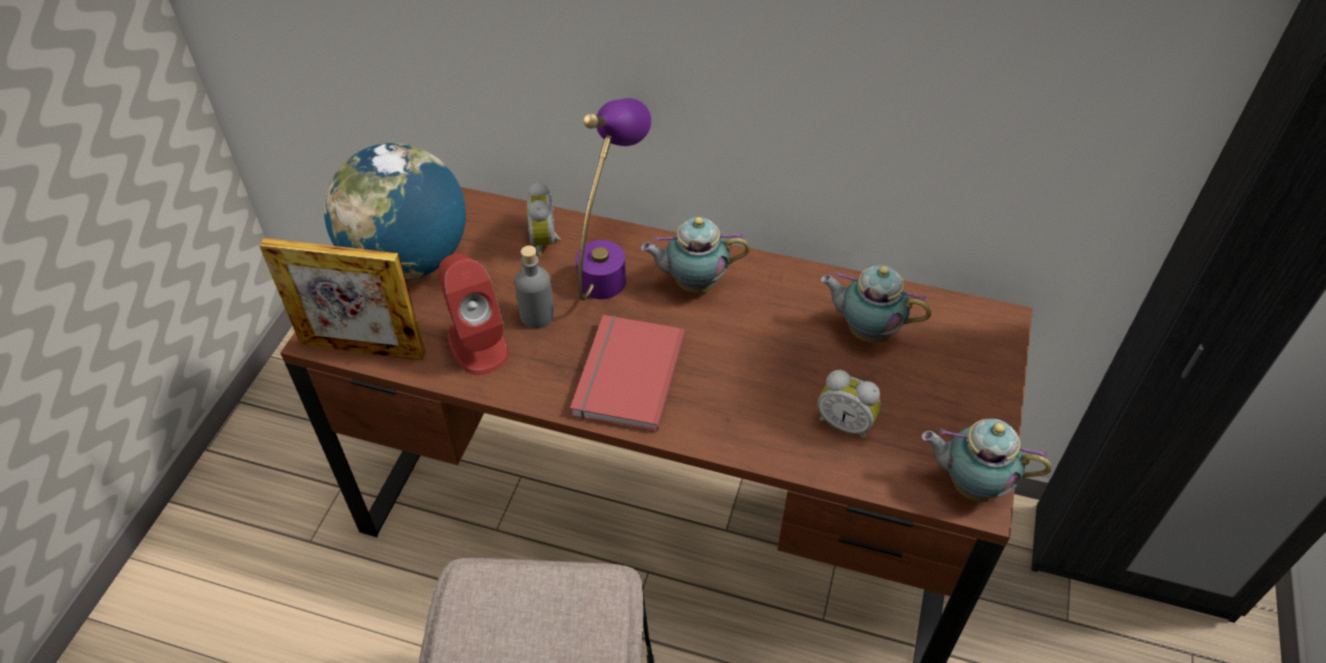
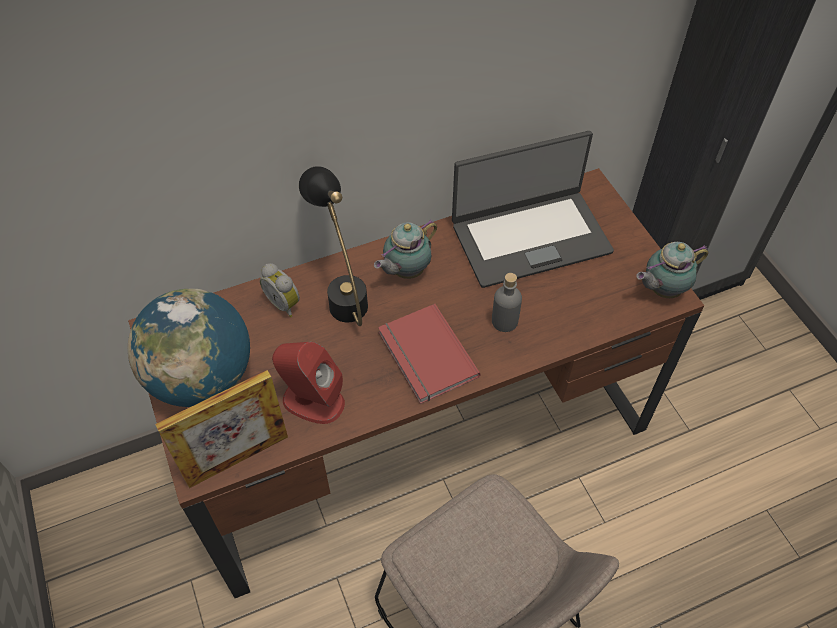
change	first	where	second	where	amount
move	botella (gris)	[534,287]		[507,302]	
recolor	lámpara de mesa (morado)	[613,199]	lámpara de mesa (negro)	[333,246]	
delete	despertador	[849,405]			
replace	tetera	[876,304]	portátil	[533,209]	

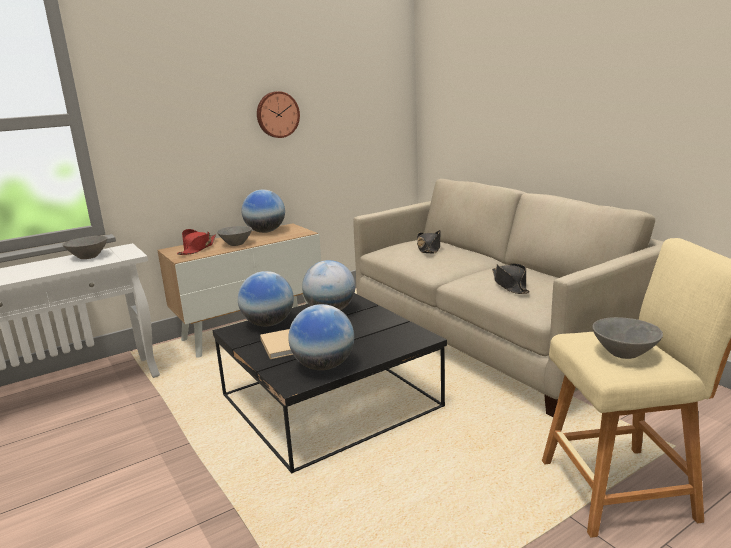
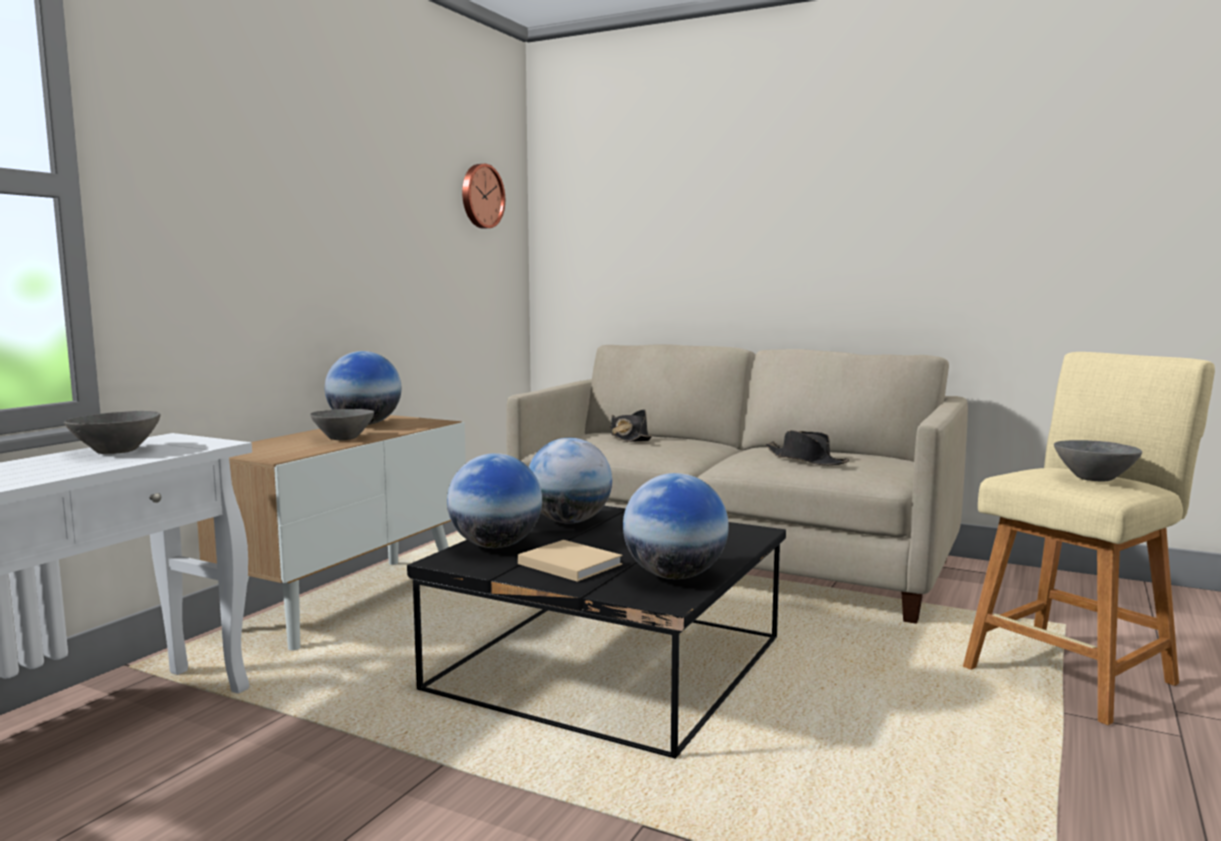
change	first	where	second	where	amount
delete	sombrero (rojo)	[196,242]			
move	reloj de pared	[278,114]		[483,196]	

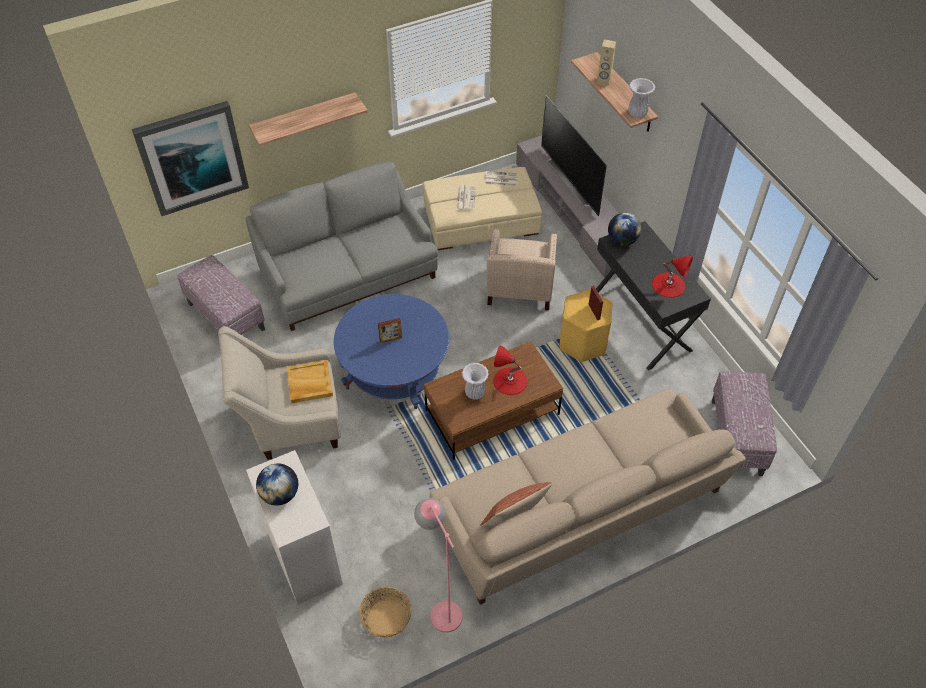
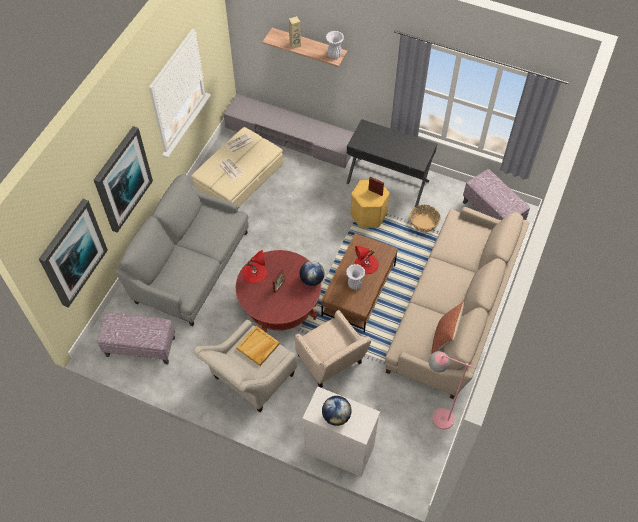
change	first	where	second	where	amount
replace	estante	[308,119]	cuadro	[123,179]	
recolor	mesa de centro (azul)	[391,351]	mesa de centro (rojo)	[278,291]	
move	cesta	[385,612]		[425,218]	
move	sillón (beis)	[522,269]		[333,349]	
delete	televisor	[574,155]			
move	globo terráqueo	[624,229]		[312,273]	
move	lámpara de mesa (rojo)	[672,277]		[255,267]	

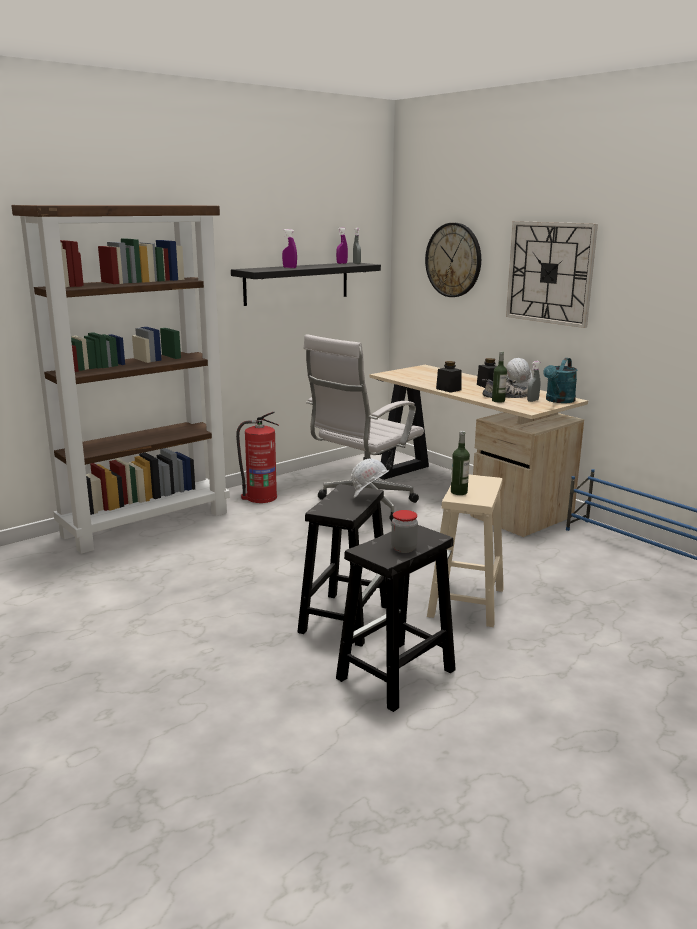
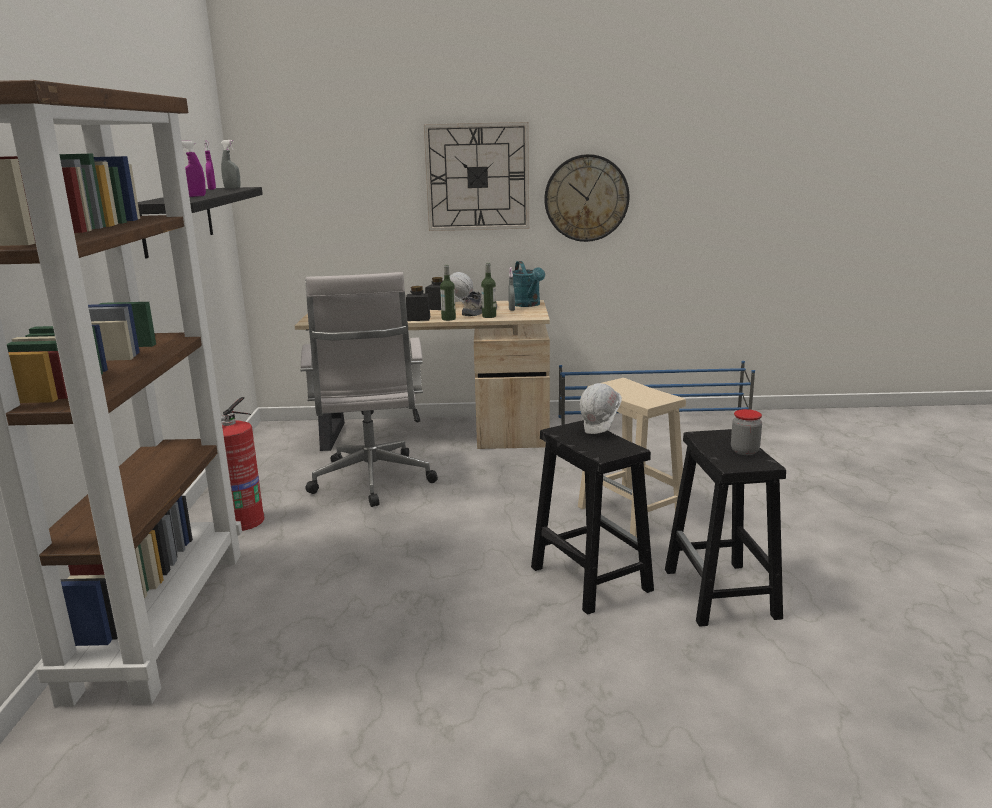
change	first	where	second	where	amount
move	reloj de pared	[453,260]		[587,198]	
move	botella	[460,463]		[448,293]	

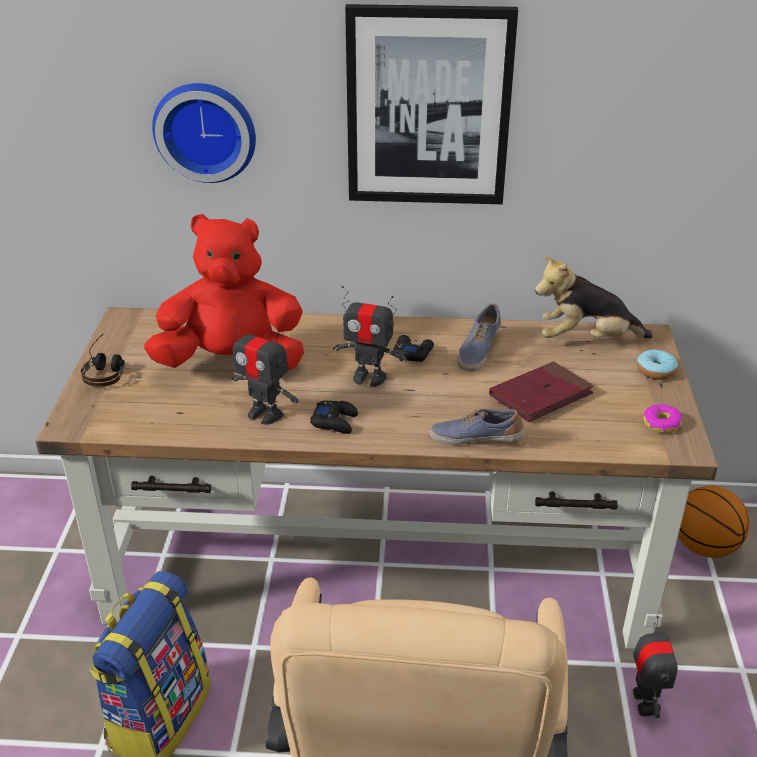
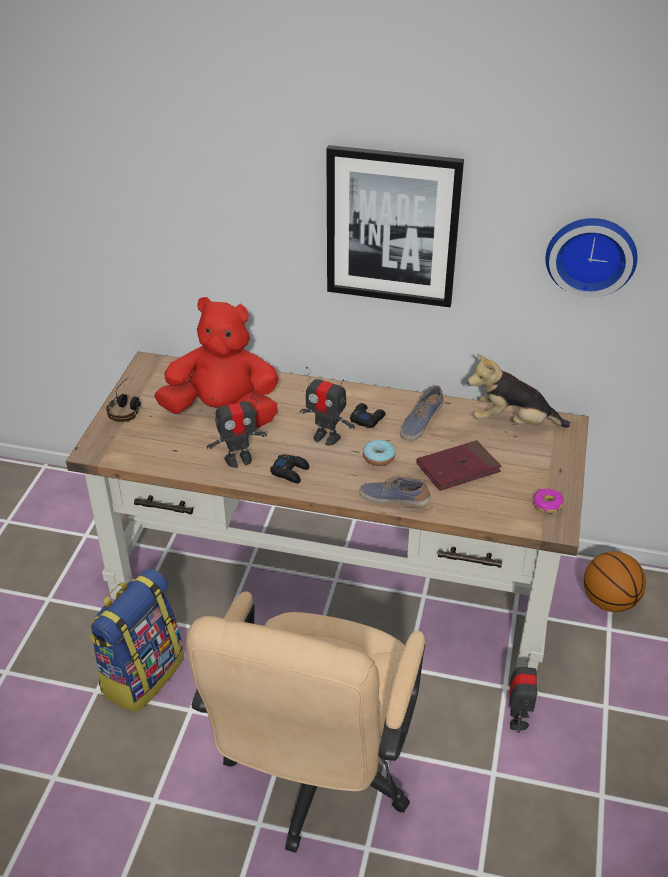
change	first	where	second	where	amount
move	reloj de pared	[204,133]		[592,258]	
rotate	robot de juguete	[265,370]		[237,429]	60 degrees counterclockwise
move	rosquilla	[657,364]		[379,452]	

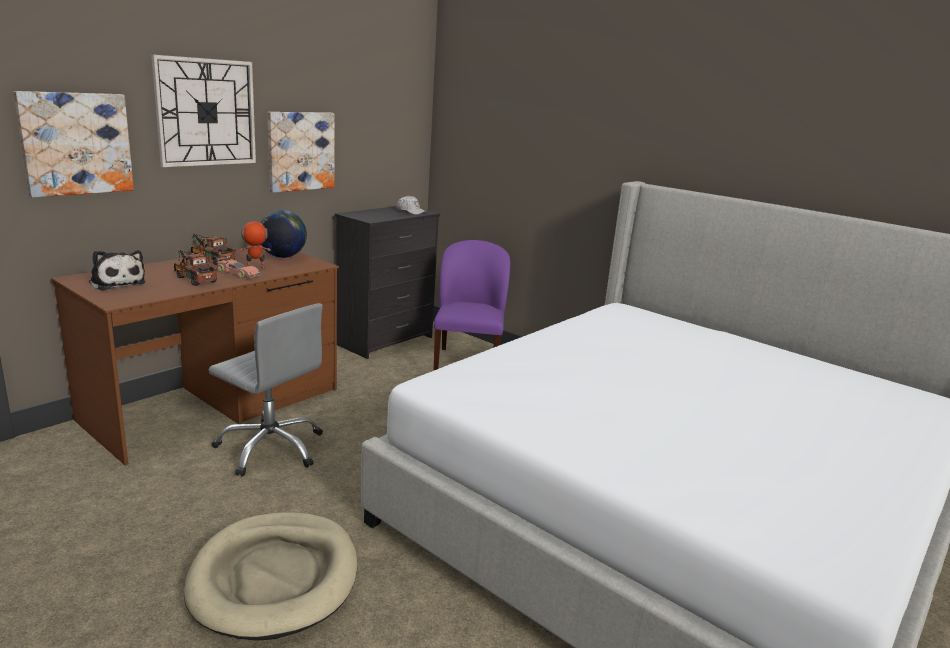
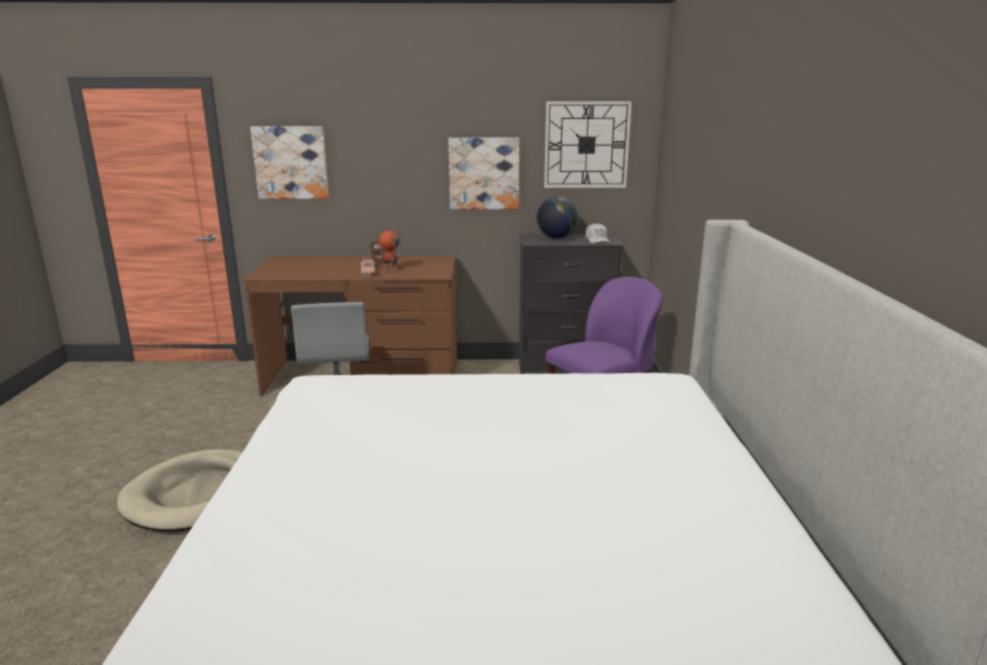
change	first	where	second	where	amount
delete	peluche	[117,270]			
move	reloj de pared	[203,110]		[588,144]	
delete	camión de juguete	[196,267]			
move	globo terráqueo	[283,234]		[557,218]	

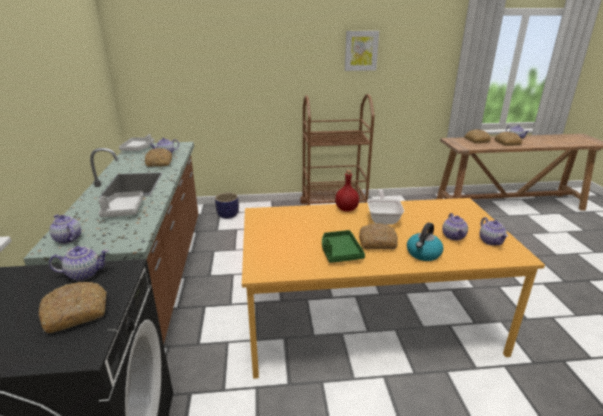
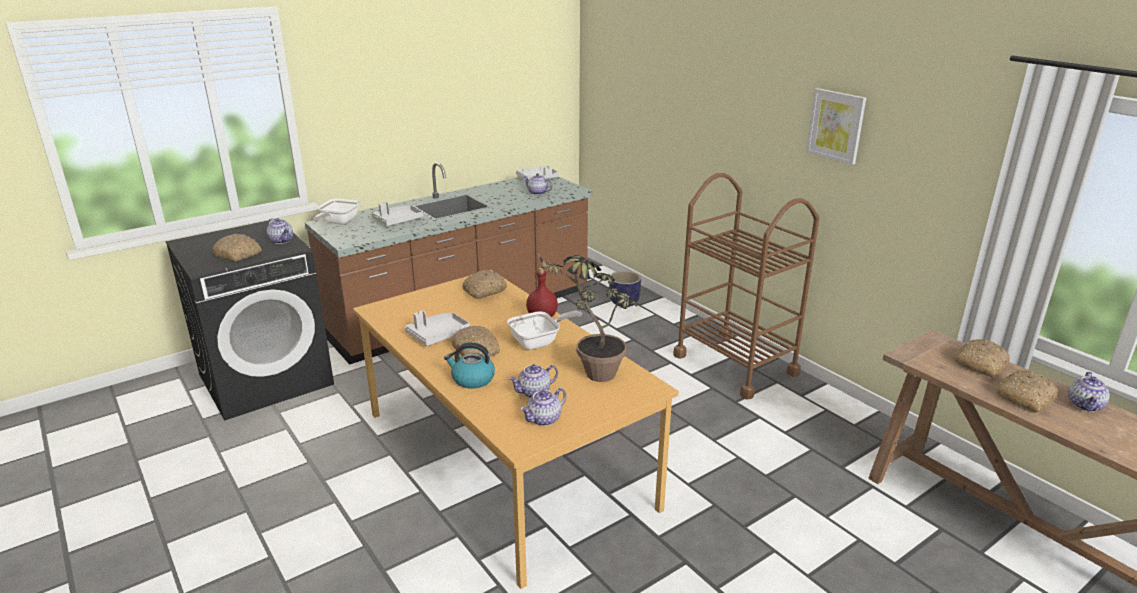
change	first	where	second	where	amount
replace	tetera	[65,229]	sartén	[337,211]	
move	pan	[158,157]		[484,284]	
recolor	bandeja (verde)	[343,246]	bandeja (gris)	[438,328]	
insert			planta en maceta	[588,317]	

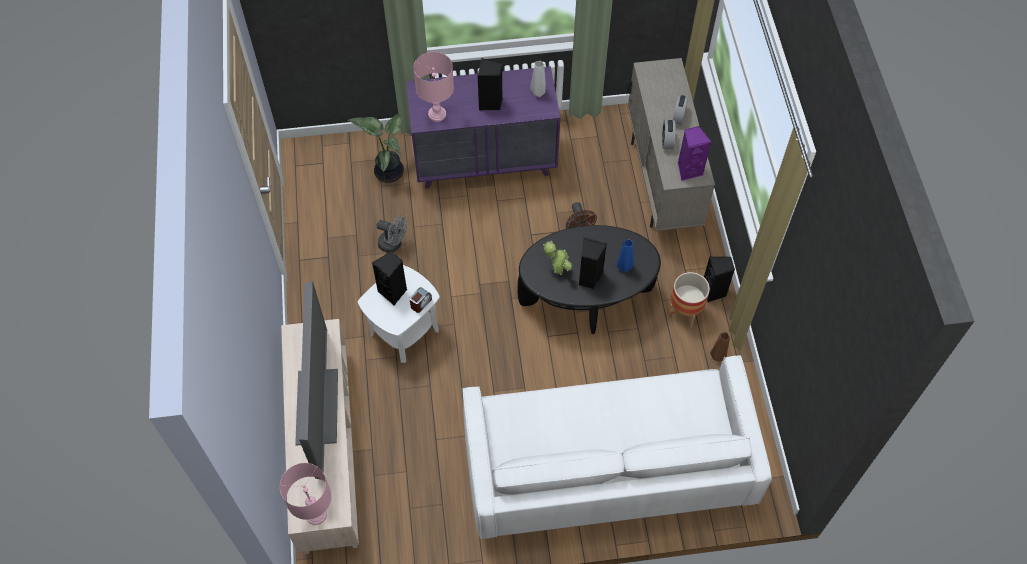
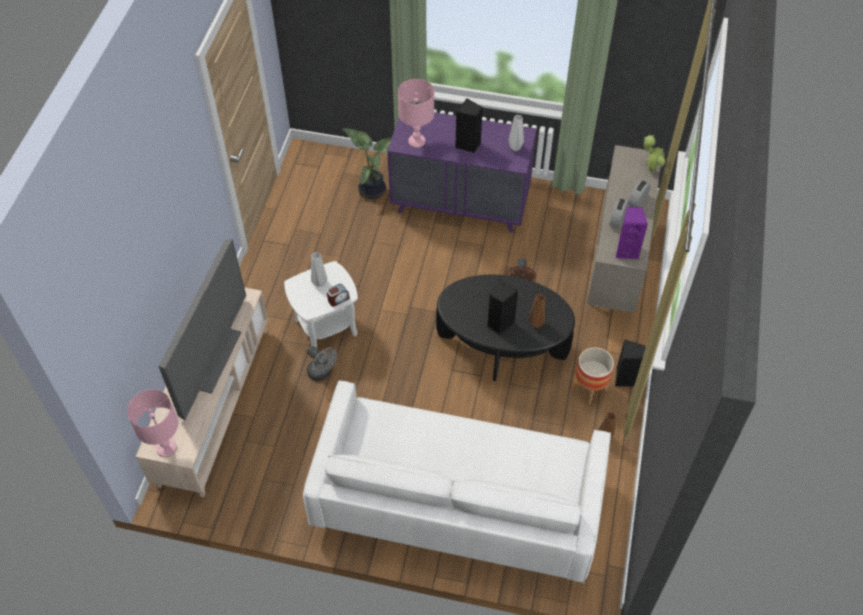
change	first	where	second	where	amount
replace	altavoz (negro)	[389,278]	florero (gris)	[319,269]	
move	ventilador (gris)	[392,234]		[322,363]	
move	planta en maceta	[557,258]		[654,153]	
recolor	florero (azul)	[625,255]	florero (marrón)	[537,311]	

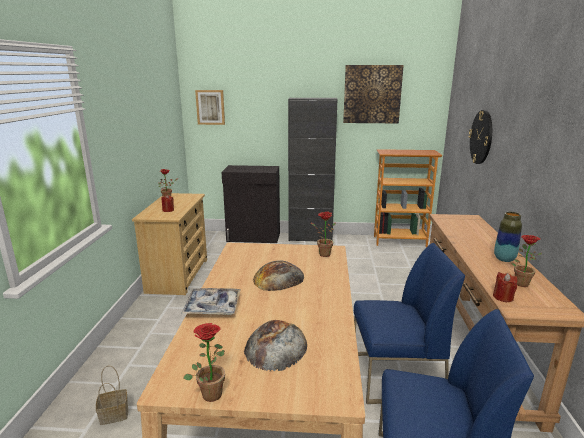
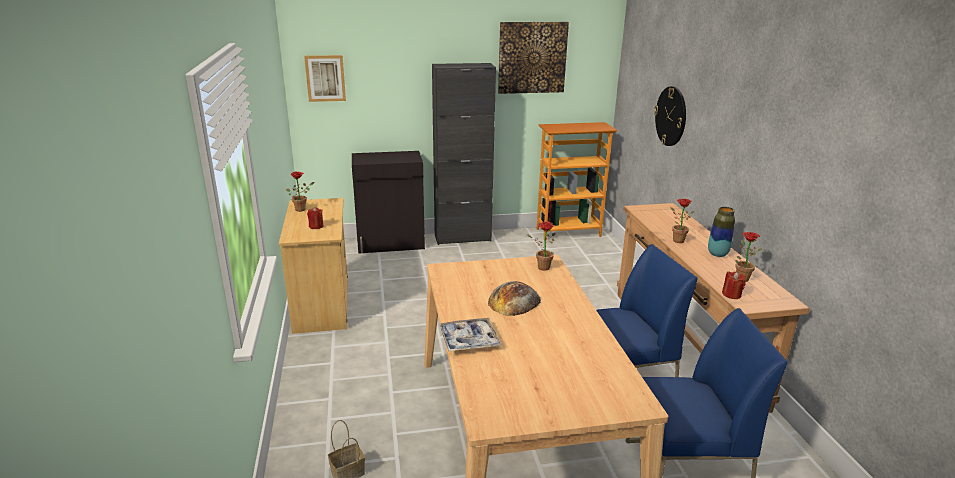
change	first	where	second	where	amount
move	planta en maceta	[204,362]		[682,221]	
delete	pan	[275,346]			

